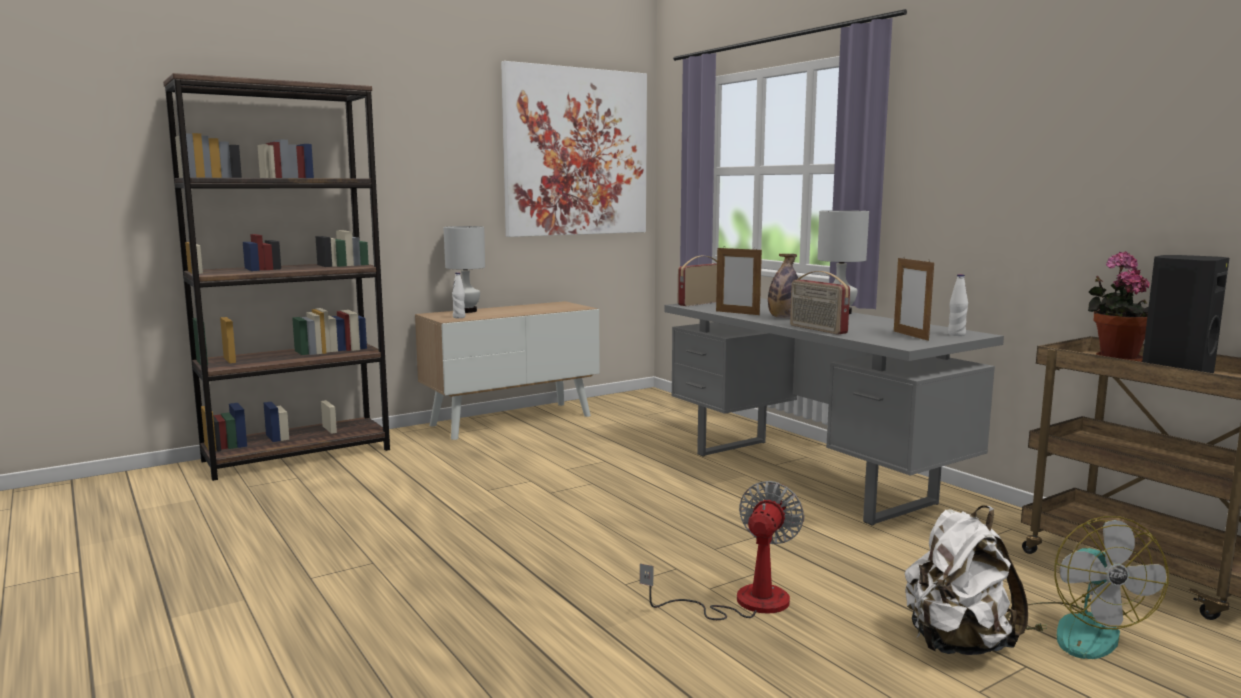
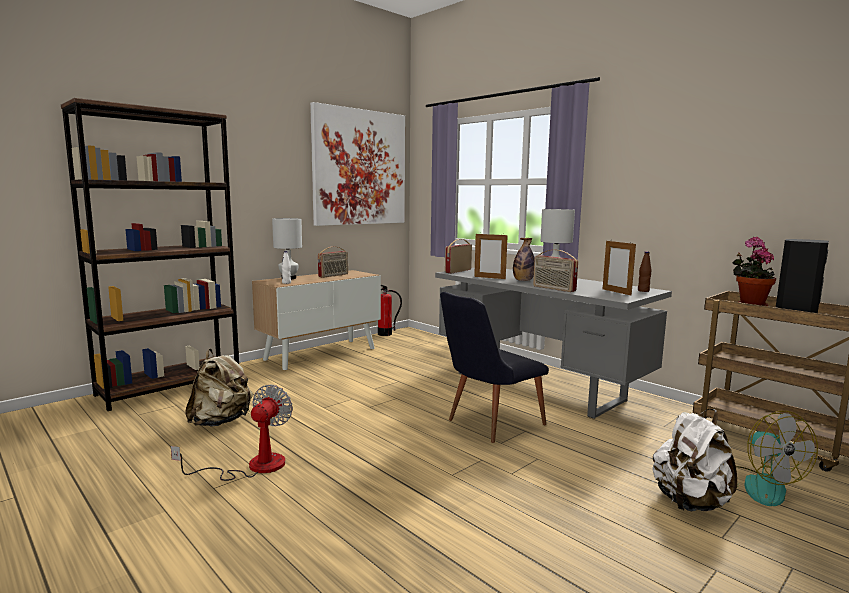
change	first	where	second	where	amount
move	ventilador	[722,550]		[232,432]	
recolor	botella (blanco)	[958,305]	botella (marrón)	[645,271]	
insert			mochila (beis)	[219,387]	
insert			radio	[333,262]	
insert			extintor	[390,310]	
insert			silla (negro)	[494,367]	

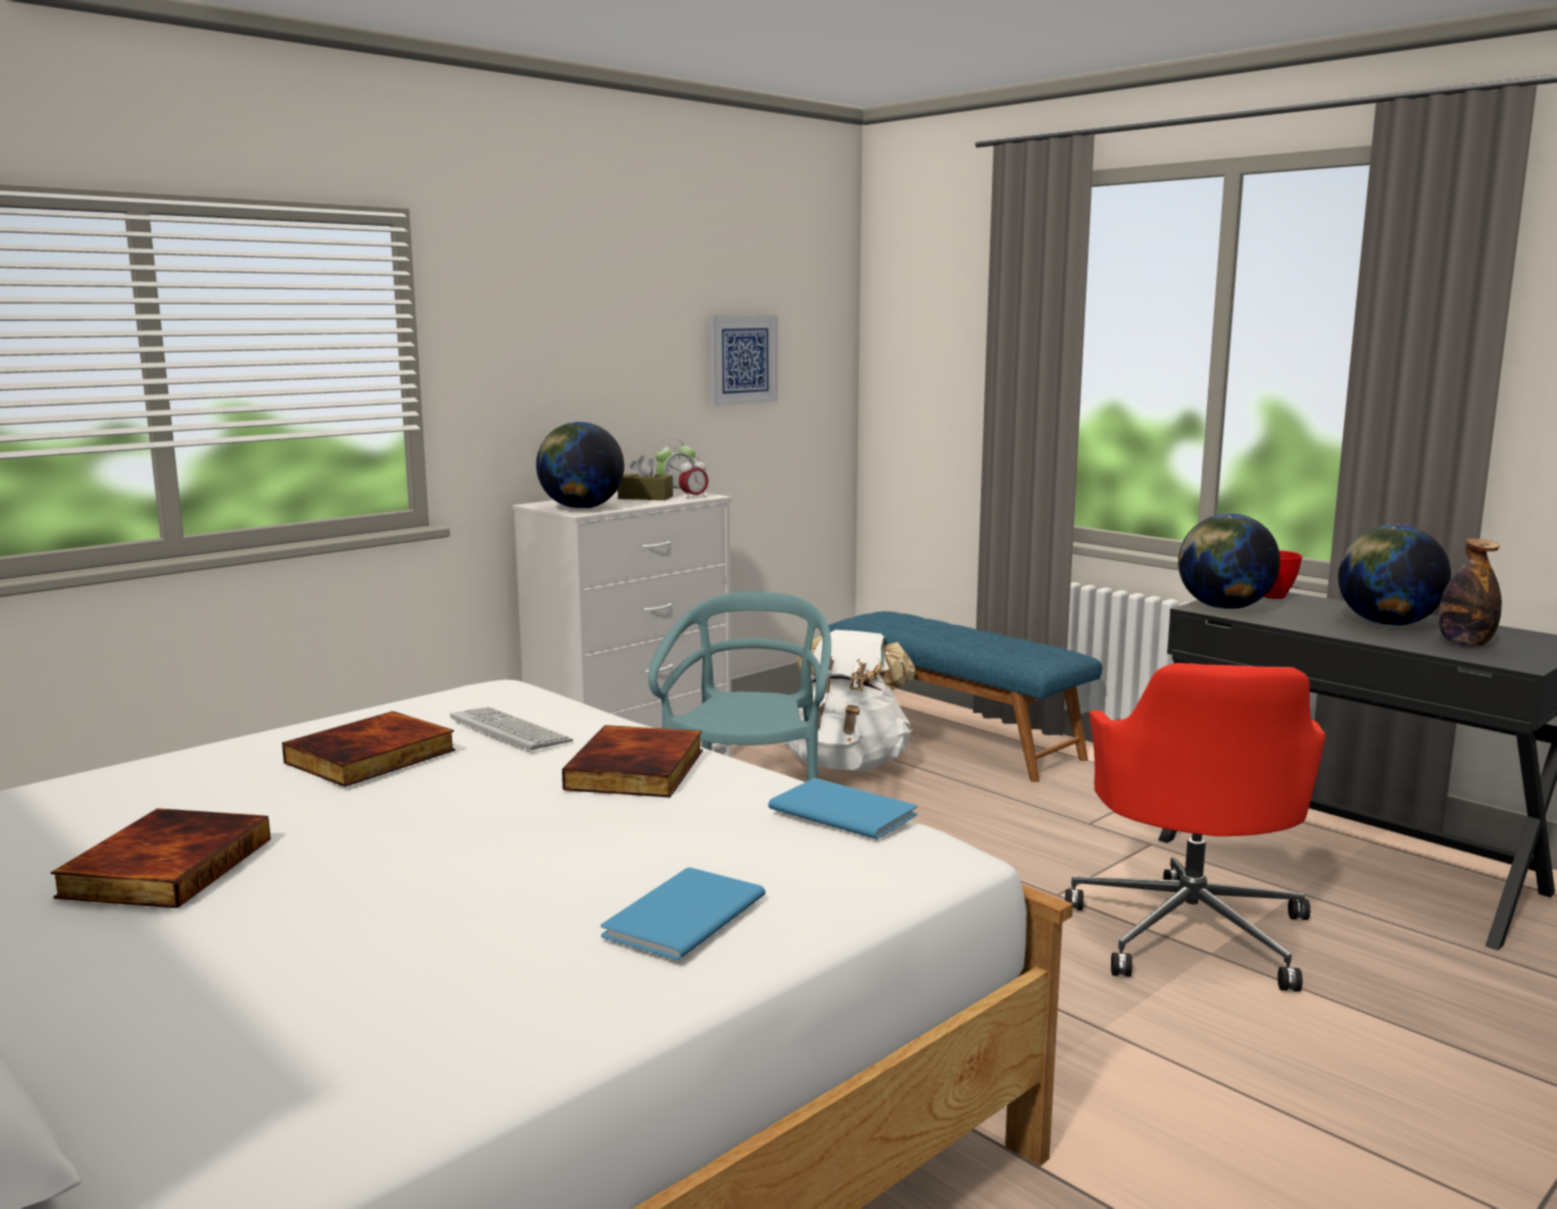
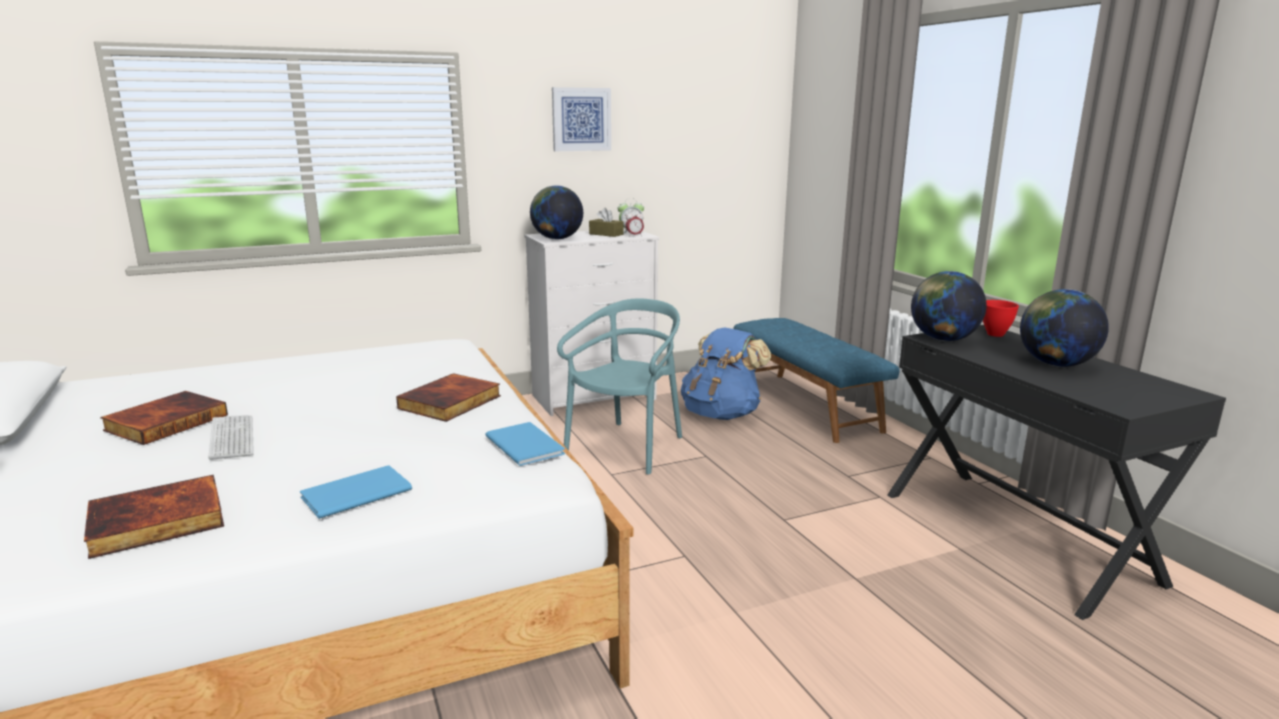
change	first	where	second	where	amount
move	libro	[369,749]		[154,517]	
move	teclado	[511,729]		[231,437]	
move	cuadro	[743,361]		[581,119]	
recolor	mochila (blanco)	[849,700]	mochila (azul)	[726,373]	
delete	silla de oficina (rojo)	[1195,827]			
delete	botella	[1470,592]			

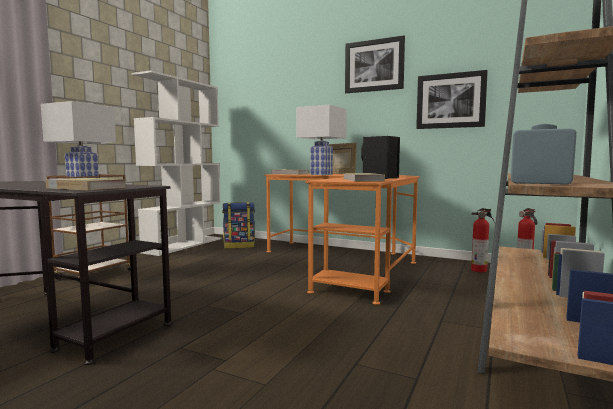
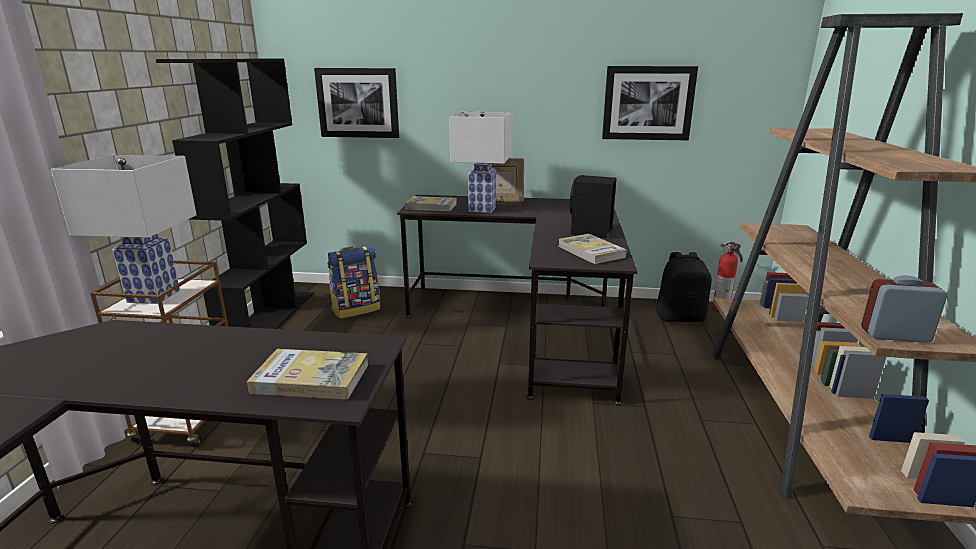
change	first	where	second	where	amount
recolor	estantería (blanco)	[176,163]	estantería (negro)	[234,194]	
recolor	escritorio (naranja)	[342,239]	escritorio (negro)	[517,300]	
move	cuadro	[375,64]		[356,103]	
replace	extintor	[483,240]	mochila (negro)	[684,287]	

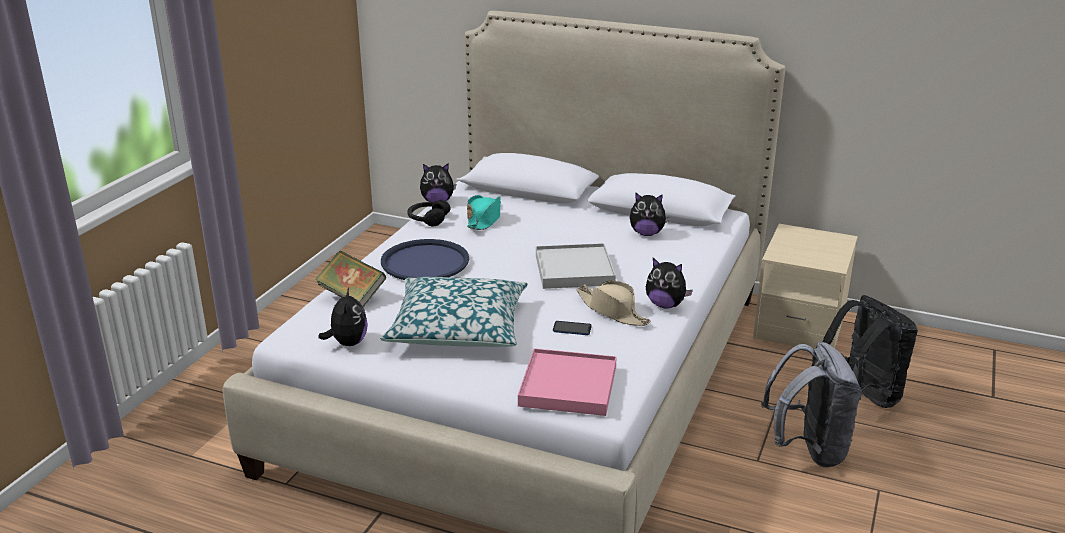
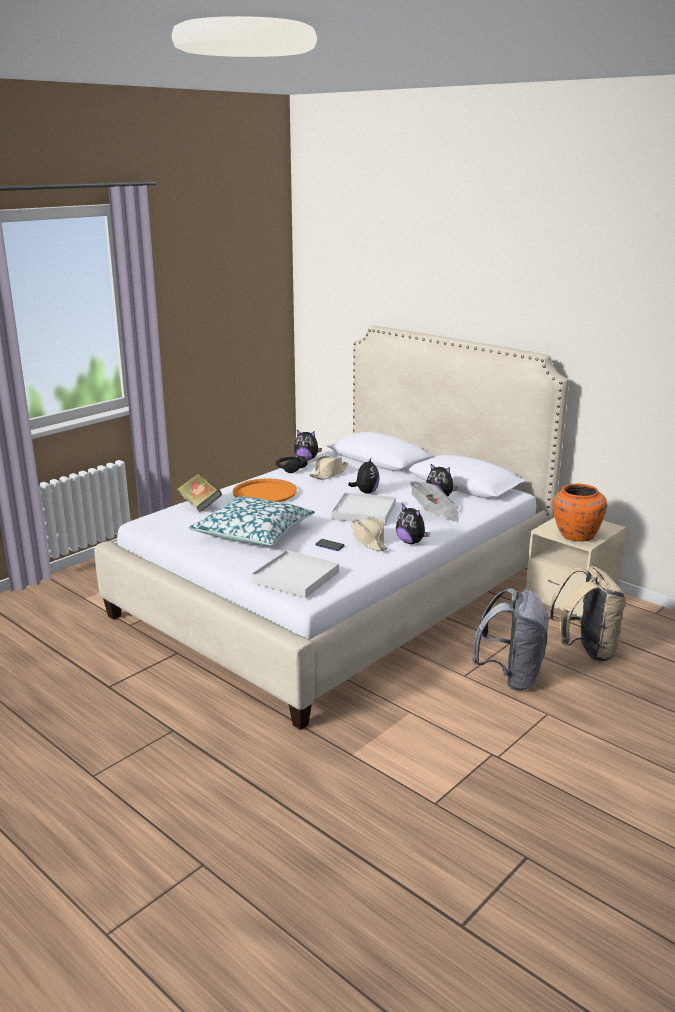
change	first	where	second	where	amount
move	peluche	[343,317]		[364,476]	
recolor	bandeja (azul)	[425,259]	bandeja (naranja)	[265,490]	
recolor	sombrero (turquesa)	[484,212]	sombrero (beis)	[329,468]	
recolor	bandeja (rosa)	[567,382]	bandeja (blanco)	[295,574]	
recolor	mochila (negro)	[870,351]	mochila (beis)	[587,614]	
insert			periódico	[434,501]	
insert			florero (naranja)	[580,512]	

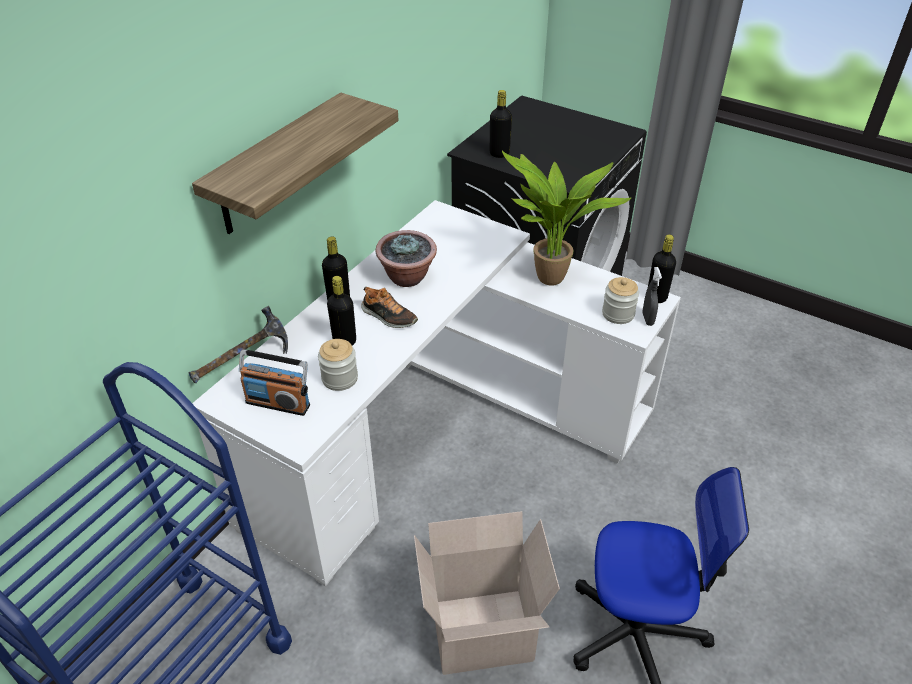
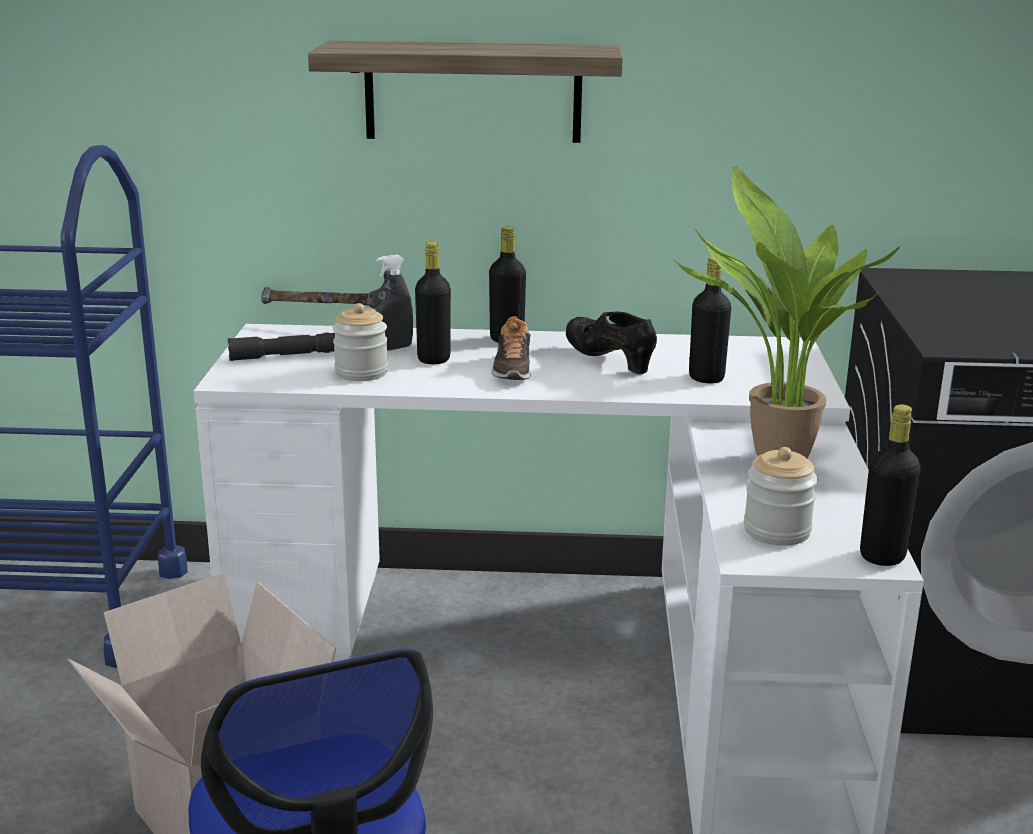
change	first	where	second	where	amount
replace	radio	[274,382]	linterna (gris)	[281,346]	
replace	planta en maceta	[406,258]	zapato (negro)	[611,342]	
move	botella (negro)	[501,124]		[710,320]	
move	pulverizador (gris)	[652,296]		[394,302]	

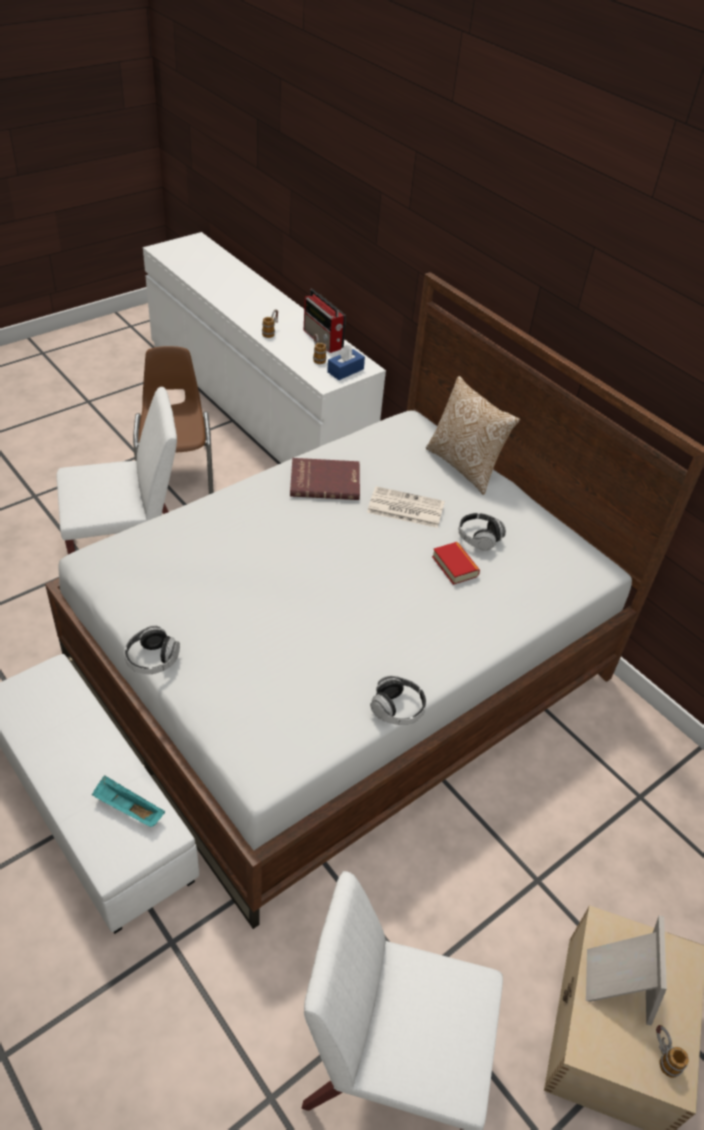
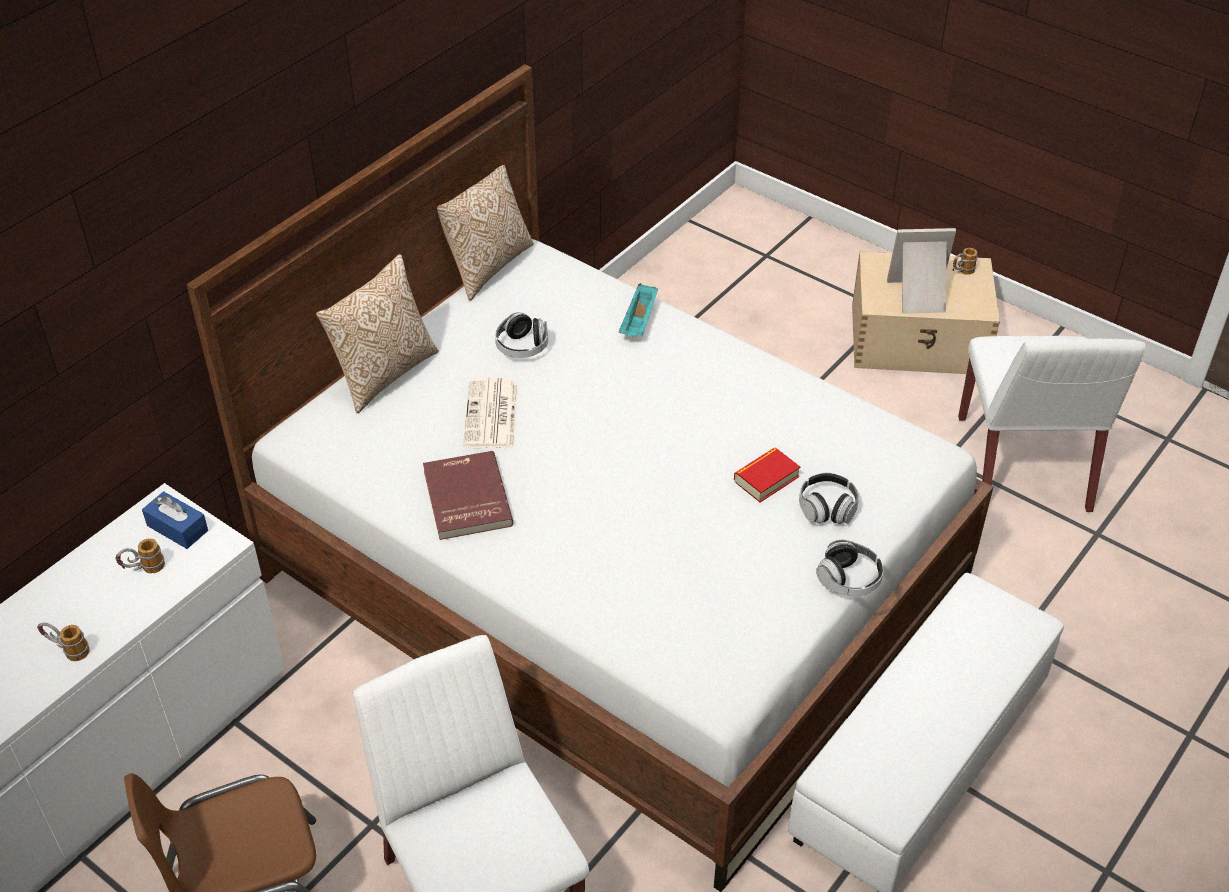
change	first	where	second	where	amount
move	bandeja (turquesa)	[128,801]		[638,309]	
delete	radio	[325,321]			
move	auriculares	[398,700]		[829,498]	
move	libro	[456,563]		[767,475]	
insert			cojín	[485,233]	

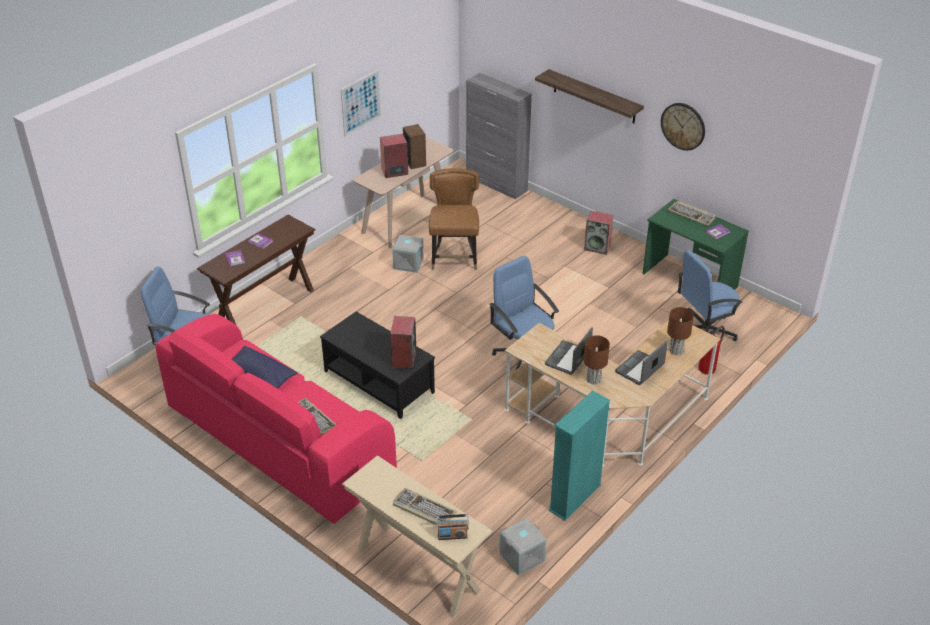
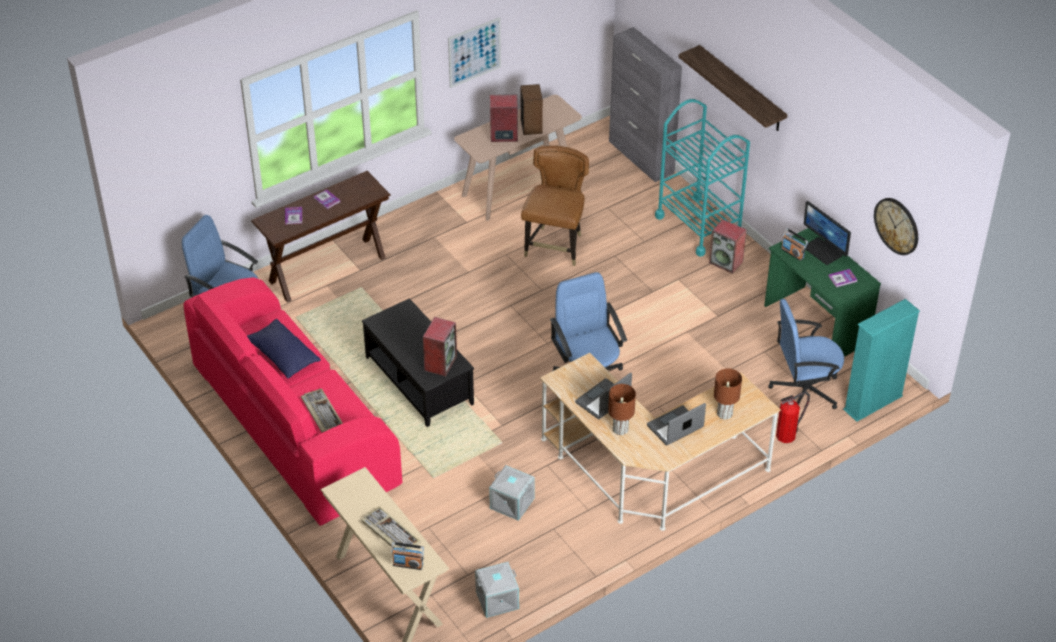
change	first	where	second	where	amount
move	caja de almacenaje (gris)	[408,254]		[512,493]	
move	estantería (turquesa)	[579,456]		[881,360]	
move	reloj de pared	[683,126]		[896,226]	
replace	teclado	[692,213]	monitor	[827,233]	
insert			carrito (turquesa)	[702,178]	
insert			radio	[794,245]	

